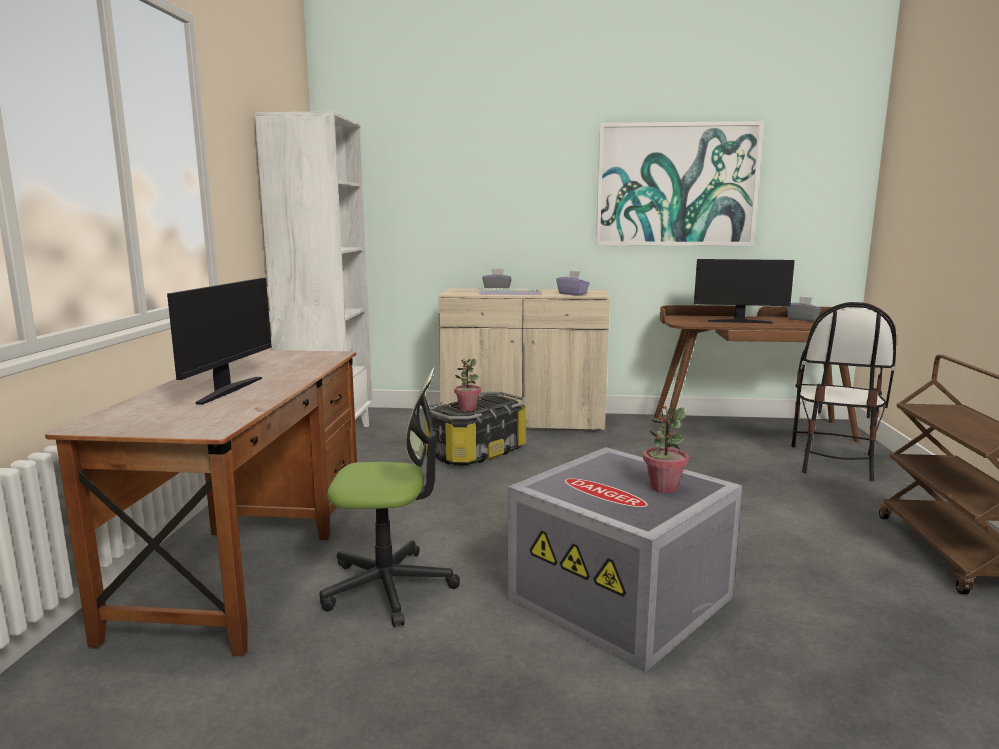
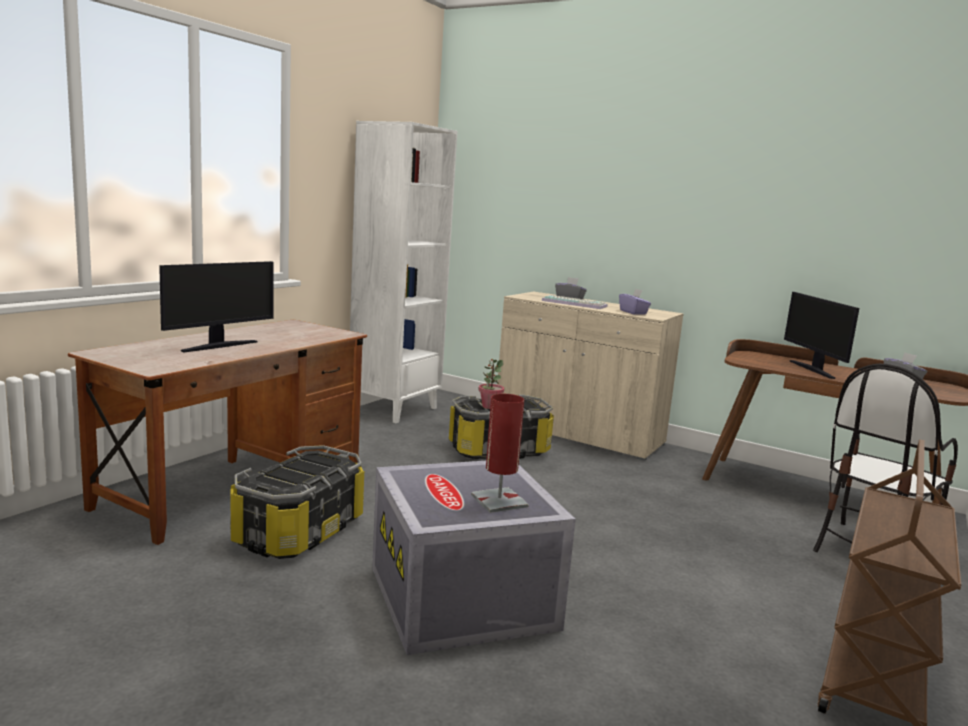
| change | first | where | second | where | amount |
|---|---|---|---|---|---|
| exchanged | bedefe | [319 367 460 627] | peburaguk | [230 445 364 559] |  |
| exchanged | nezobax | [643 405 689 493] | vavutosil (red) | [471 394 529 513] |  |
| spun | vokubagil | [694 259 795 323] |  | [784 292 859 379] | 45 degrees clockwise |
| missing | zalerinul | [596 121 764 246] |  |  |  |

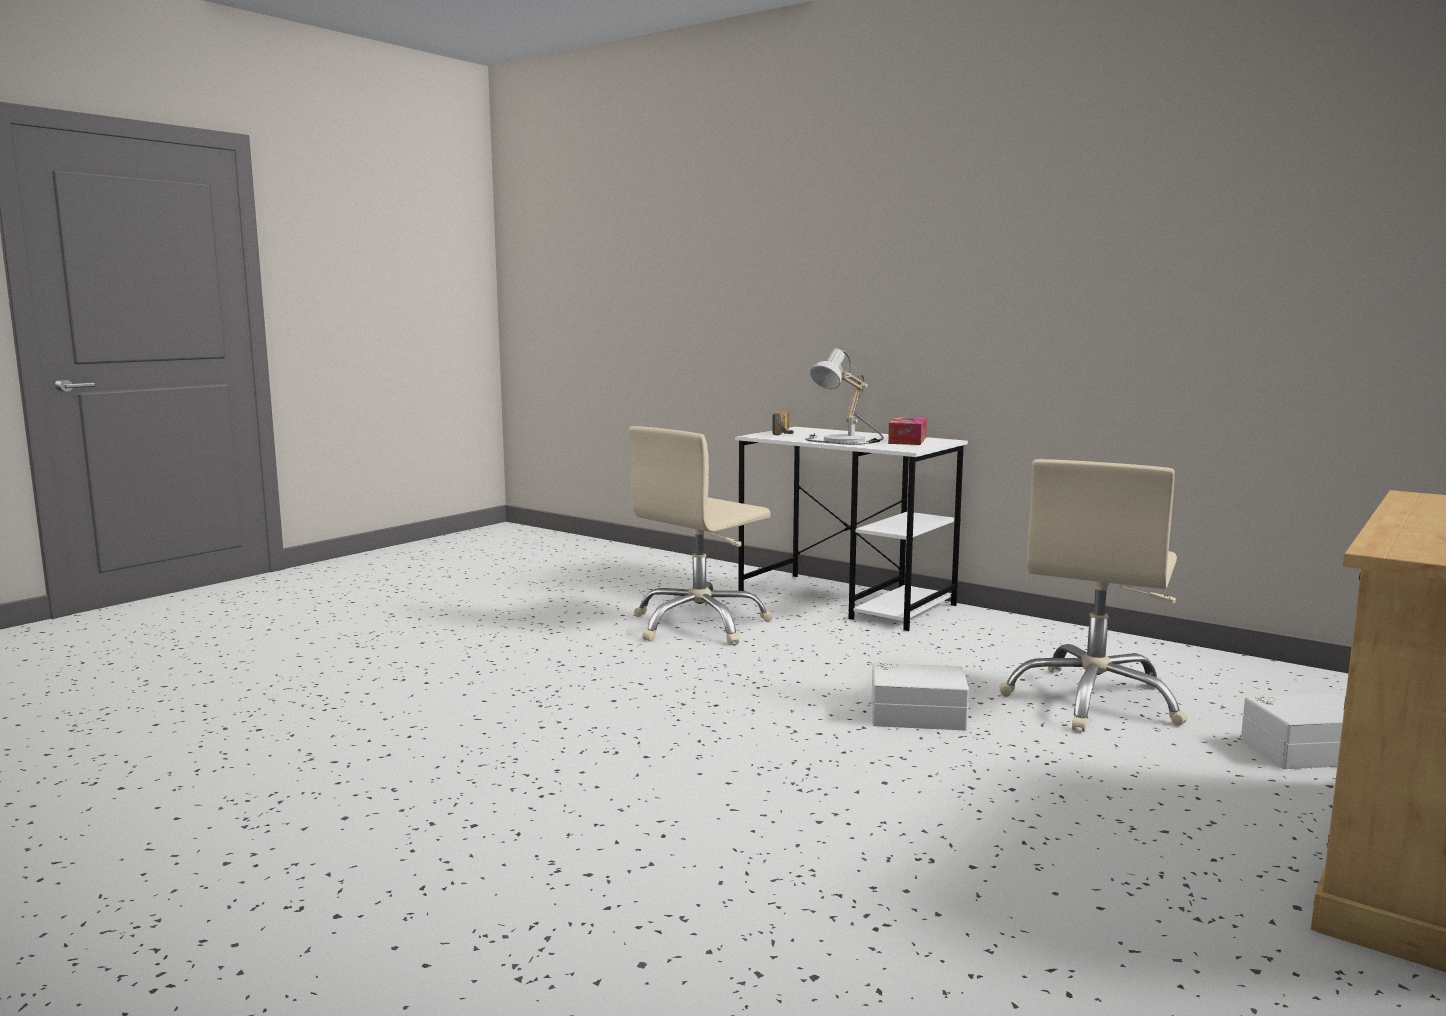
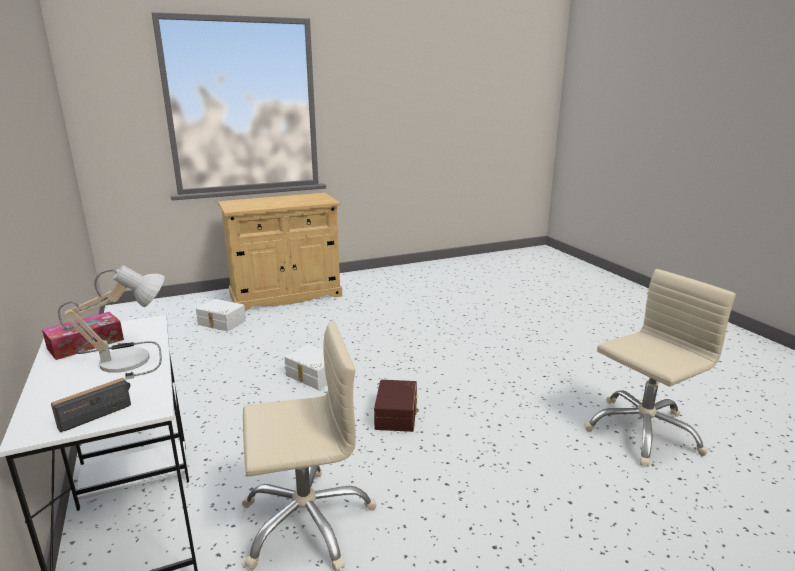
| change | first | where | second | where | amount |
|---|---|---|---|---|---|
| appeared |  |  | peburaguk (brown) | [374 380 419 432] |  |
| relocated | bedefe (beige) | [999 459 1188 732] |  | [584 269 736 467] |  |

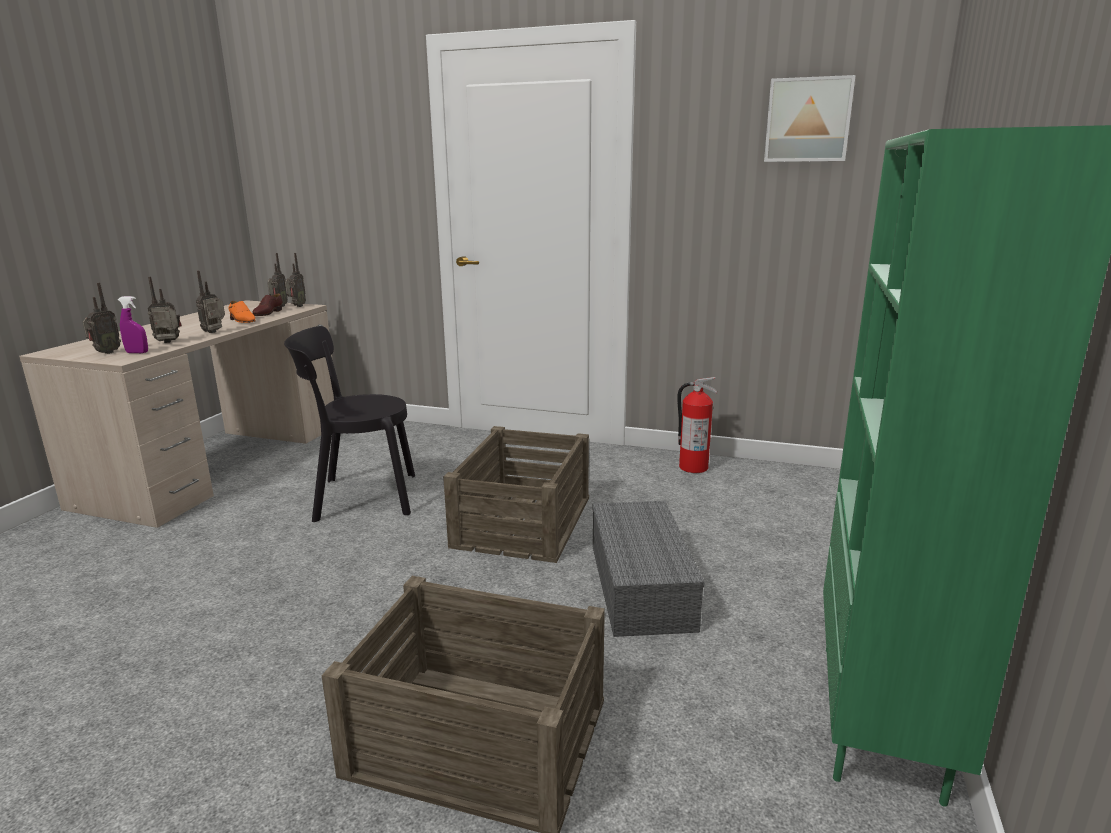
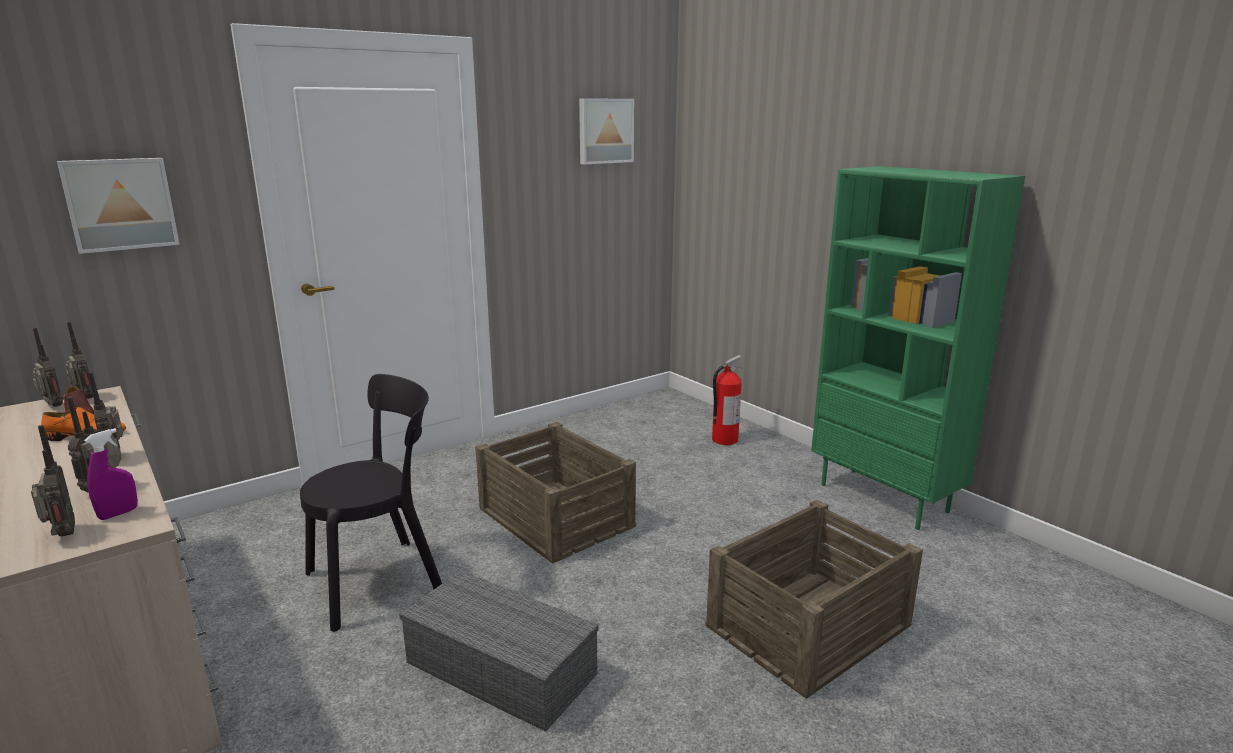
| change | first | where | second | where | amount |
|---|---|---|---|---|---|
| appeared |  |  | zalerinul | [57 158 180 254] |  |
| spun | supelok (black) | [284 326 415 522] |  | [300 374 442 632] | 150 degrees counterclockwise |
| relocated | peburaguk (grey) | [592 501 705 637] |  | [399 570 599 732] |  |
| relocated | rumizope | [677 377 717 473] |  | [712 355 743 445] |  |

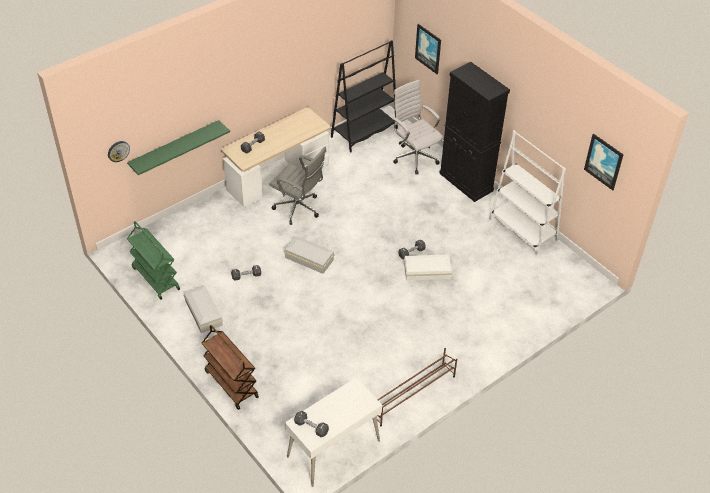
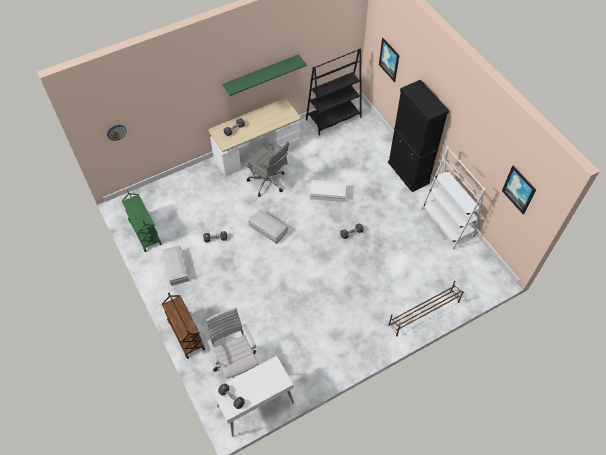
| change | first | where | second | where | amount |
|---|---|---|---|---|---|
| relocated | bedefe (white) | [392 80 443 175] |  | [206 307 258 379] |  |
| relocated | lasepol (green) | [127 120 230 175] |  | [222 54 307 96] |  |
| relocated | peburaguk (white) | [404 255 452 281] |  | [310 180 346 202] |  |
| relocated | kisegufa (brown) | [377 348 457 426] |  | [389 281 464 336] |  |

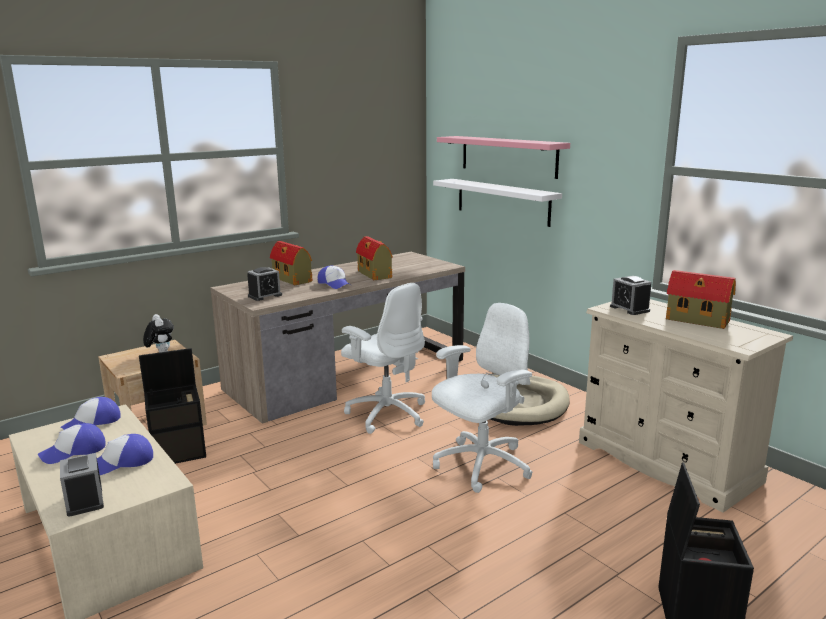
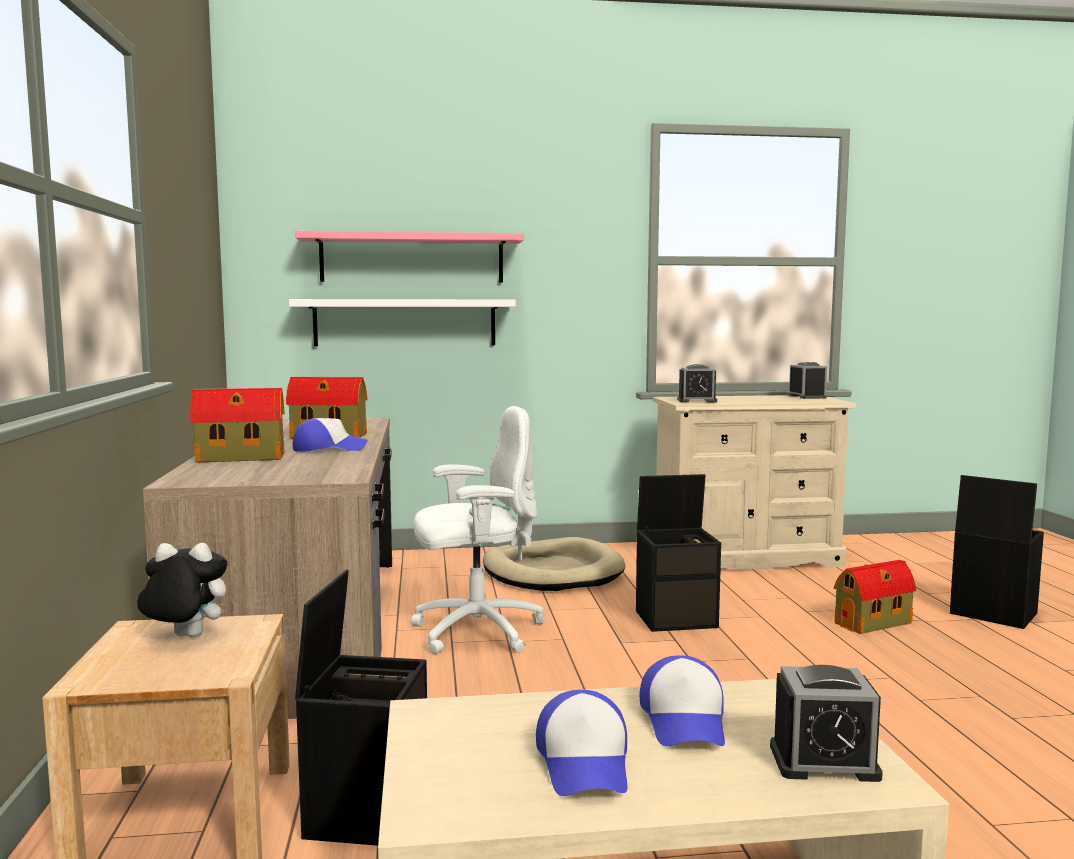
| change | first | where | second | where | amount |
|---|---|---|---|---|---|
| exchanged | bedefe (white) | [432 303 533 493] | peburaguk (black) | [636 474 721 632] |  |
| relocated | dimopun | [247 267 282 301] |  | [788 362 827 399] |  |
| relocated | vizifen | [666 270 736 329] |  | [834 560 916 634] |  |
| missing | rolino | [61 397 121 430] |  |  |  |

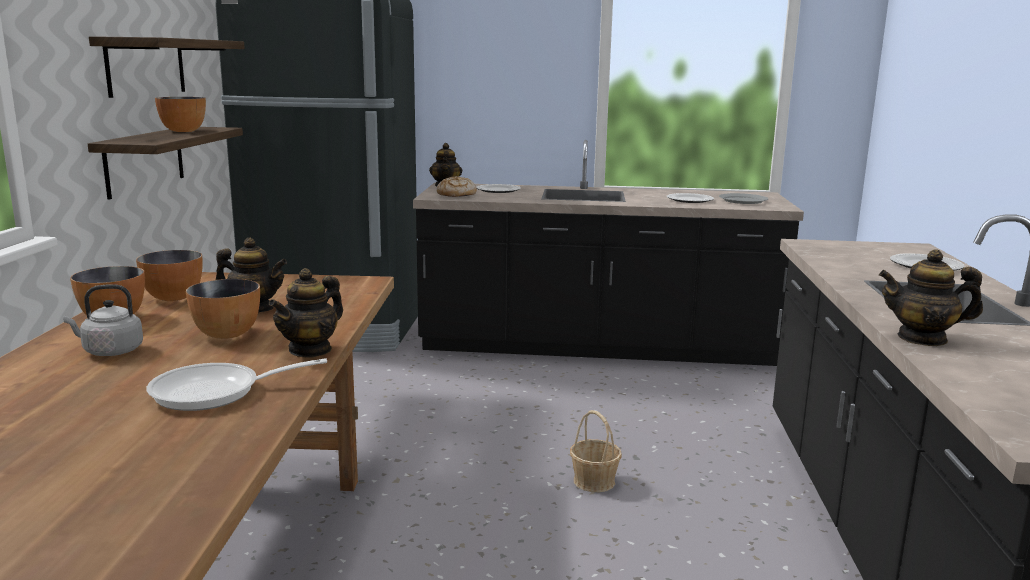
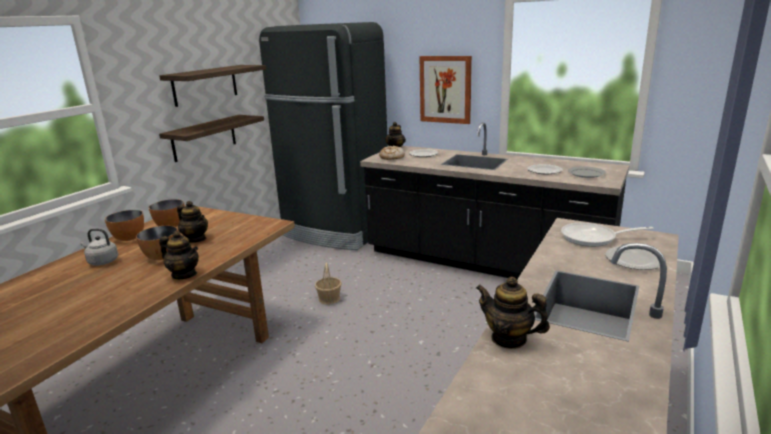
| change | first | where | second | where | amount |
|---|---|---|---|---|---|
| spun | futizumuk | [269 268 343 358] |  | [159 231 199 279] | 120 degrees counterclockwise |
| relocated | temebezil | [570 410 622 492] |  | [315 262 342 305] |  |
| appeared |  |  | zalerinul | [420 56 472 124] |  |
| relocated | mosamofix | [147 358 327 411] |  | [561 223 654 247] |  |
| missing | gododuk | [155 97 206 132] |  |  |  |

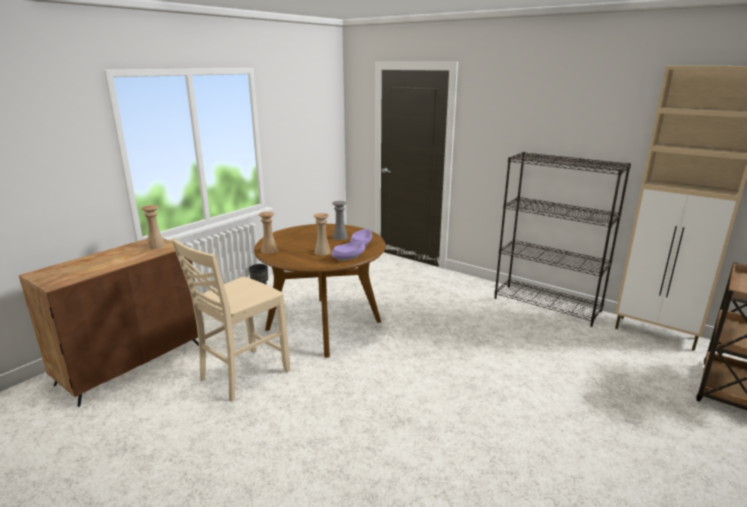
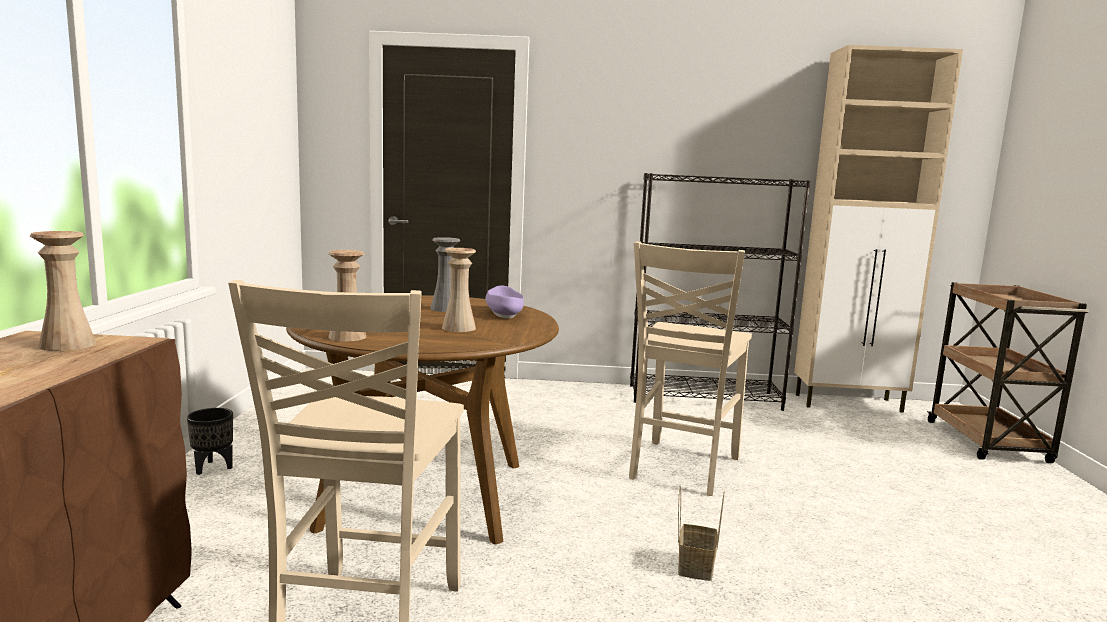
| change | first | where | second | where | amount |
|---|---|---|---|---|---|
| appeared |  |  | supelok (beige) | [629 241 752 496] |  |
| appeared |  |  | temebezil | [678 485 725 581] |  |
| missing | gododuk (purple) | [331 242 365 261] |  |  |  |

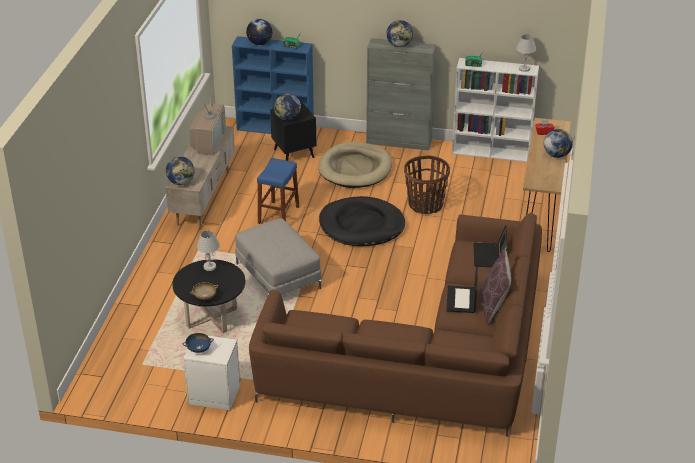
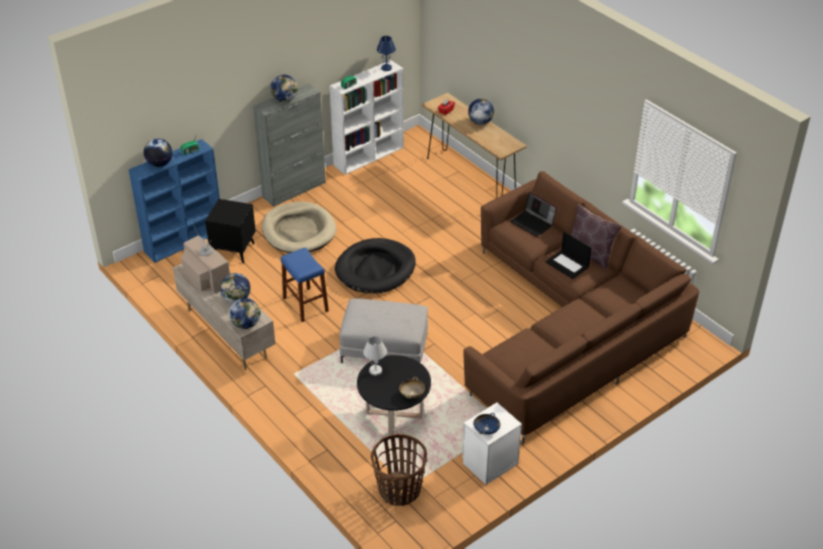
| change | first | where | second | where | amount |
|---|---|---|---|---|---|
| relocated | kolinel | [274 94 301 120] |  | [220 273 251 303] |  |
| relocated | temebezil | [404 155 450 214] |  | [371 434 427 506] |  |
| colour | vavutosil (white) | [516 34 536 72] | vavutosil (blue) | [377 36 396 71] |  |

